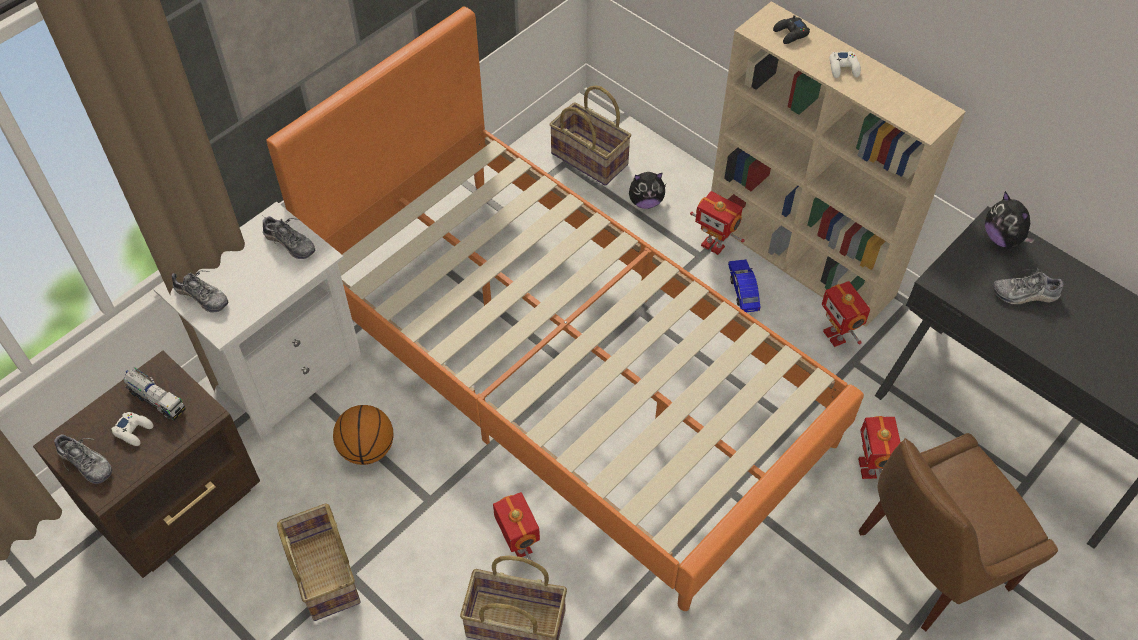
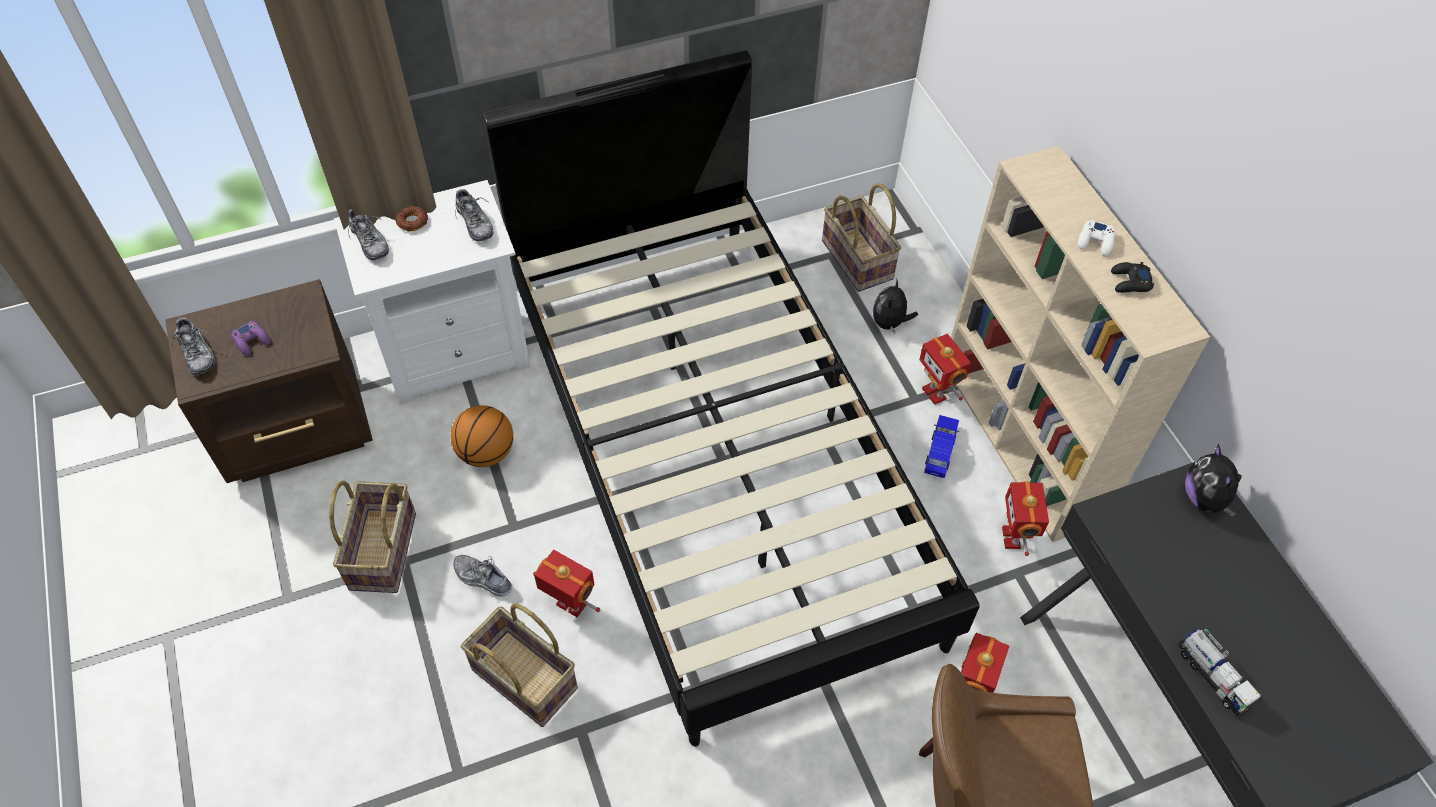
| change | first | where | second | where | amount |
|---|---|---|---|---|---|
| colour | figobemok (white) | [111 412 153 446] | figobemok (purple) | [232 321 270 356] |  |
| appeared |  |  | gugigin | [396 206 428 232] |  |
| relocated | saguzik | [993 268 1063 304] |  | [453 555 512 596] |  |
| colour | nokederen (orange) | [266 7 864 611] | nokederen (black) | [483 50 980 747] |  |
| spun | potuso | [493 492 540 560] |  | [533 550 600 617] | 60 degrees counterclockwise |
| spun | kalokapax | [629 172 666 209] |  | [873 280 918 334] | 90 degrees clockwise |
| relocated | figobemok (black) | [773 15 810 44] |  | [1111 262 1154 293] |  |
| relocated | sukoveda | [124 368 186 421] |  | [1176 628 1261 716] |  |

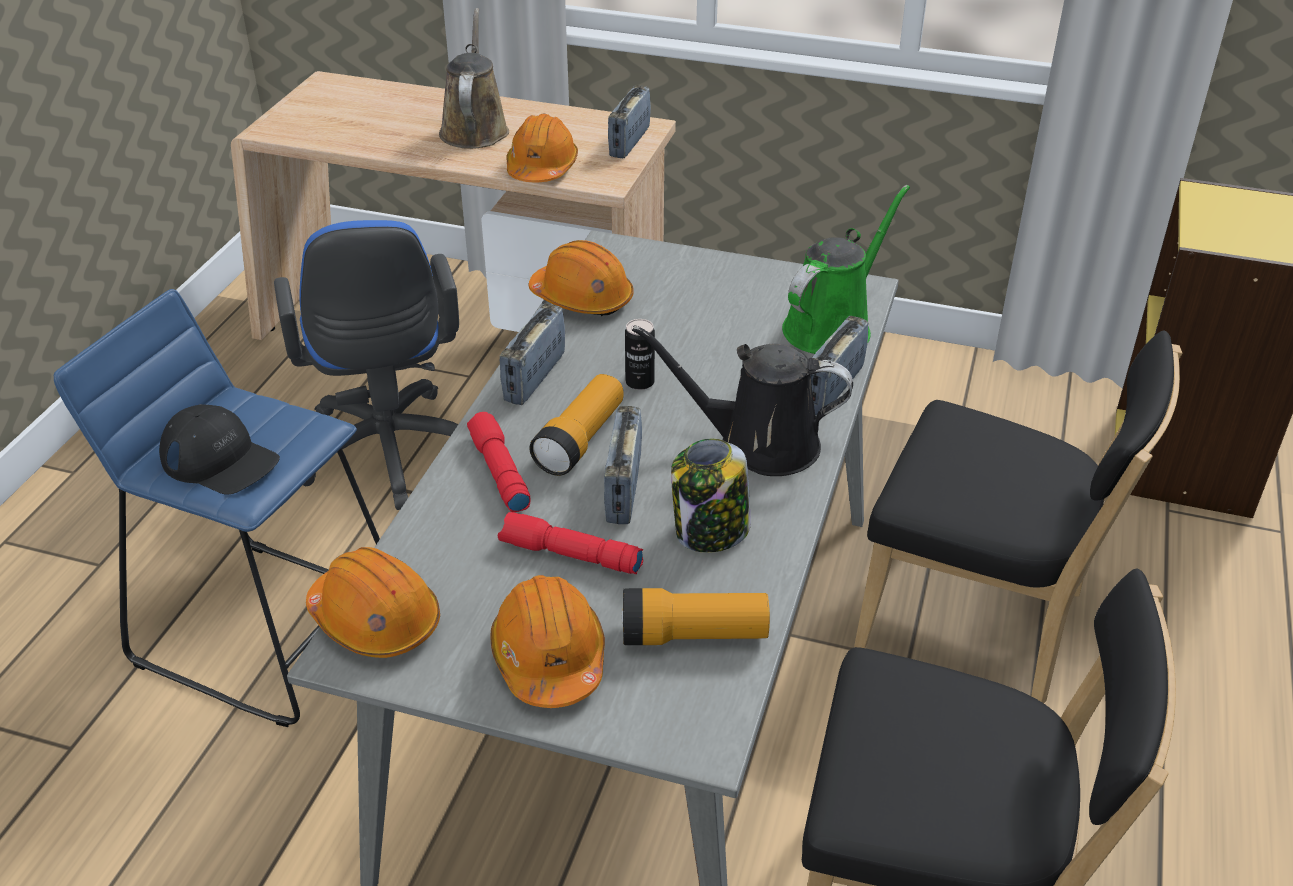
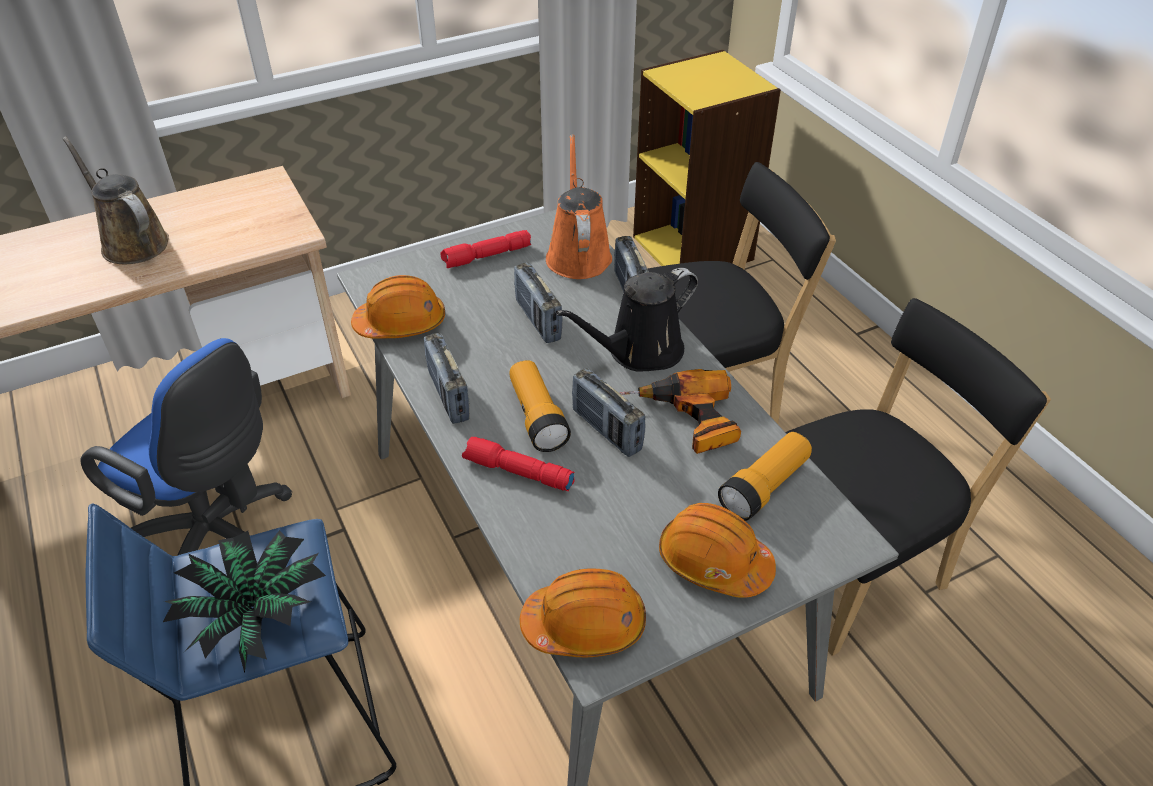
| change | first | where | second | where | amount |
|---|---|---|---|---|---|
| exchanged | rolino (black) | [159 404 280 495] | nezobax | [163 530 326 673] |  |
| relocated | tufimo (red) | [498 512 643 575] |  | [440 230 531 268] |  |
| relocated | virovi | [608 85 651 158] |  | [514 262 563 343] |  |
| colour | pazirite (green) | [782 185 910 354] | pazirite (orange) | [546 134 612 279] |  |
| exchanged | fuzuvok | [671 438 751 553] | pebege | [619 369 741 454] |  |
| missing | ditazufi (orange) | [506 114 578 183] |  |  |  |
| missing | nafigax | [625 319 655 390] |  |  |  |

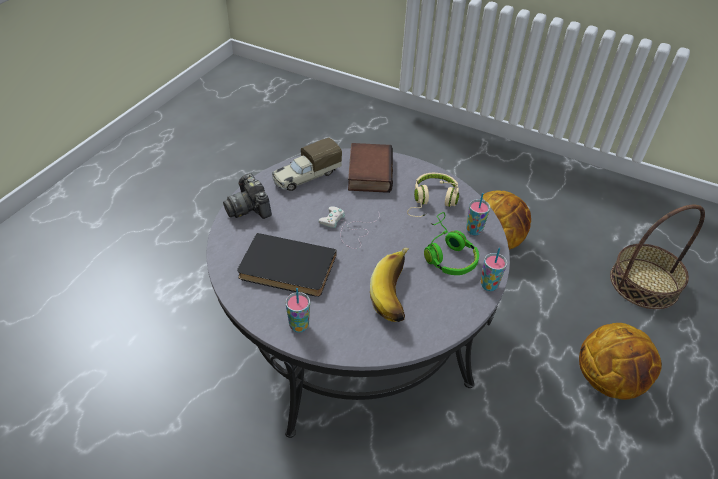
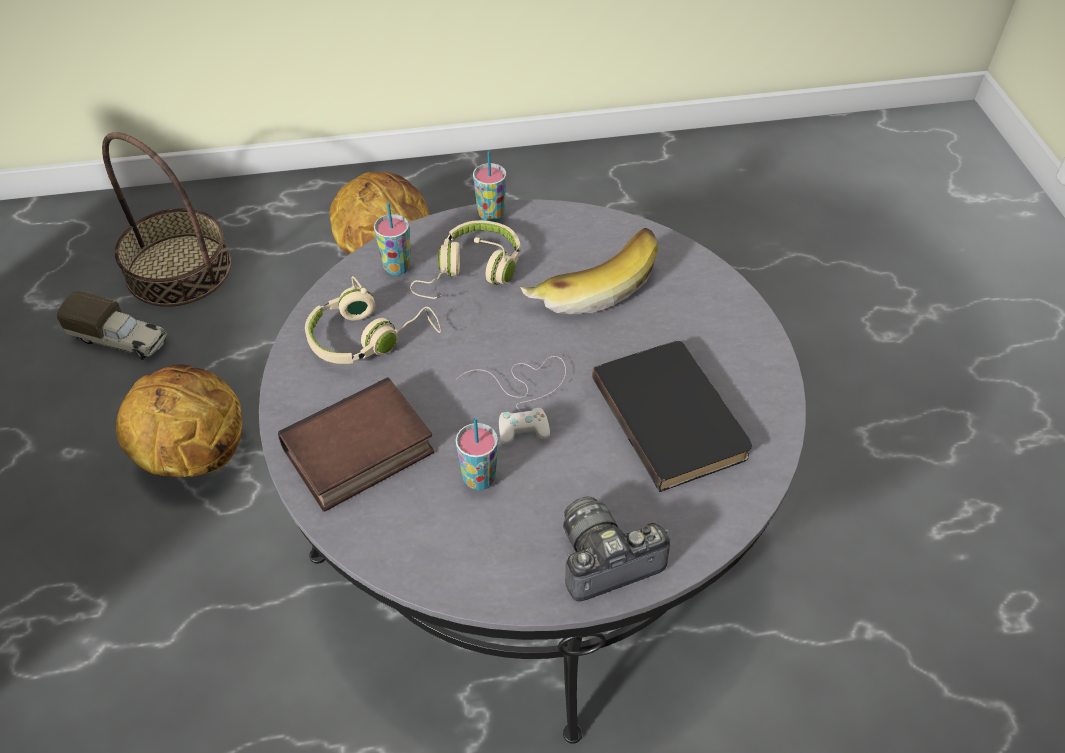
| change | first | where | second | where | amount |
|---|---|---|---|---|---|
| relocated | sukoveda | [272 138 342 191] |  | [56 291 167 360] |  |
| colour | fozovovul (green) | [424 212 479 275] | fozovovul (beige) | [410 220 520 299] |  |
| relocated | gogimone | [285 288 310 333] |  | [456 417 498 490] |  |
| spun | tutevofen | [223 173 272 219] |  | [563 497 670 602] | 135 degrees counterclockwise |

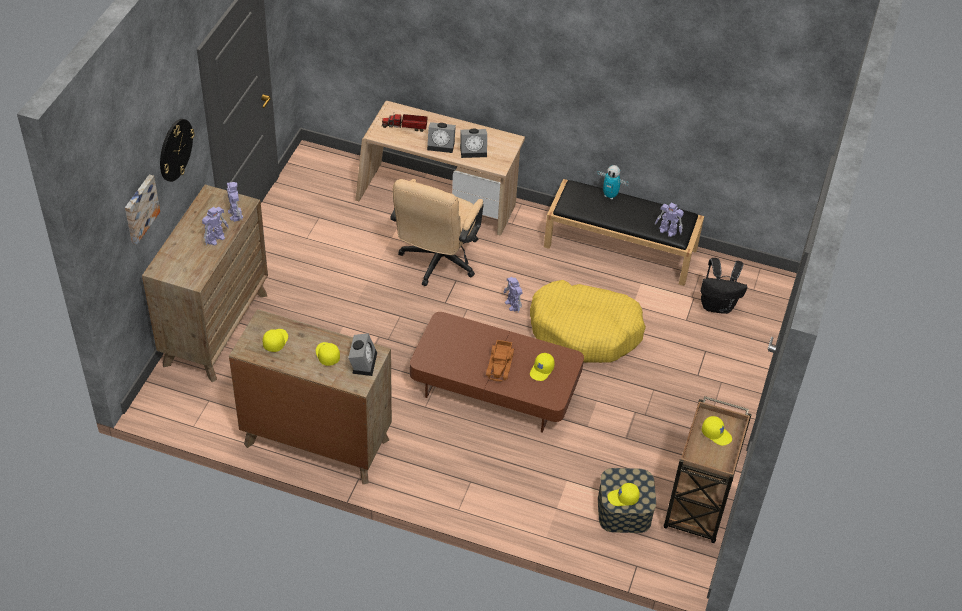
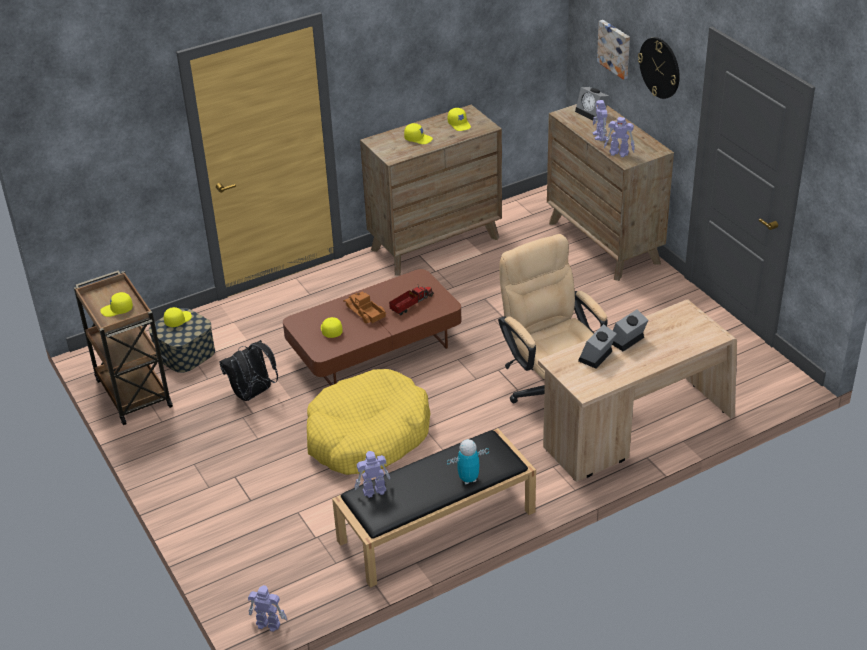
| change | first | where | second | where | amount |
|---|---|---|---|---|---|
| relocated | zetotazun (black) | [700 258 747 314] |  | [219 340 278 401] |  |
| relocated | potuso | [503 277 522 313] |  | [248 585 287 632] |  |
| relocated | sukoveda | [382 114 427 132] |  | [389 286 434 315] |  |
| relocated | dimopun | [348 333 377 376] |  | [575 87 609 120] |  |

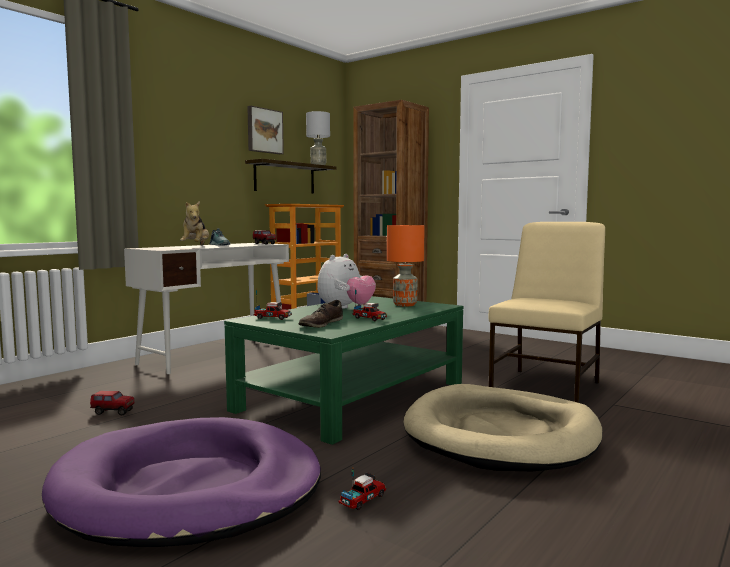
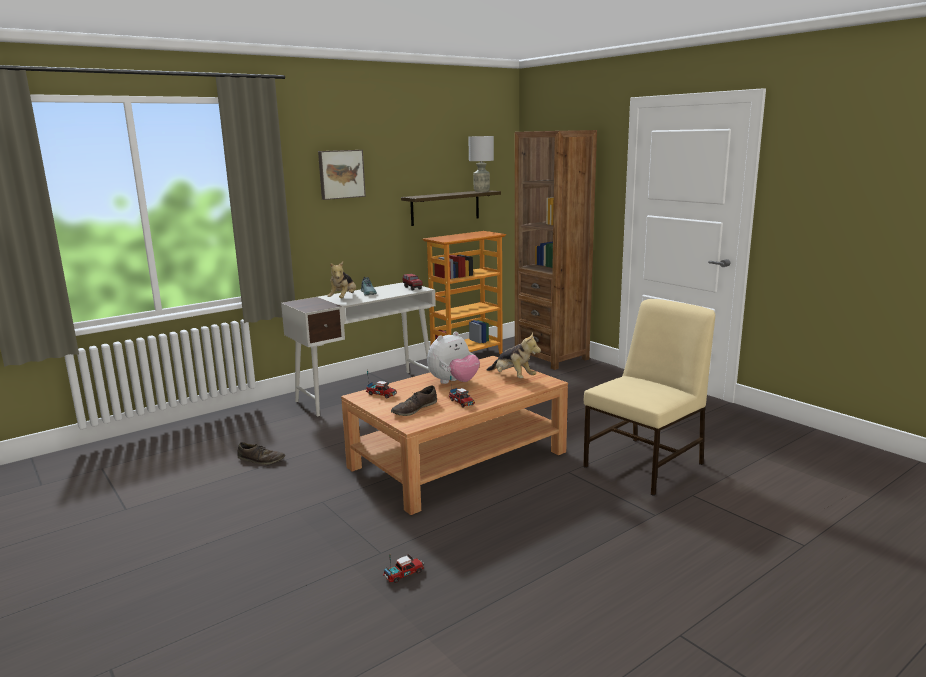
| change | first | where | second | where | amount |
|---|---|---|---|---|---|
| exchanged | sukoveda | [90 391 134 415] | saguzik (brown) | [237 442 285 465] |  |
| relocated | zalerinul | [247 106 284 154] |  | [318 150 366 200] |  |
| colour | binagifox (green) | [224 296 463 445] | binagifox (brown) | [341 356 568 515] |  |
| exchanged | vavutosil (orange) | [387 225 425 306] | kalokapax | [487 333 541 378] |  |
| missing | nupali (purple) | [42 417 321 547] |  |  |  |
| missing | nupali (beige) | [404 384 603 471] |  |  |  |

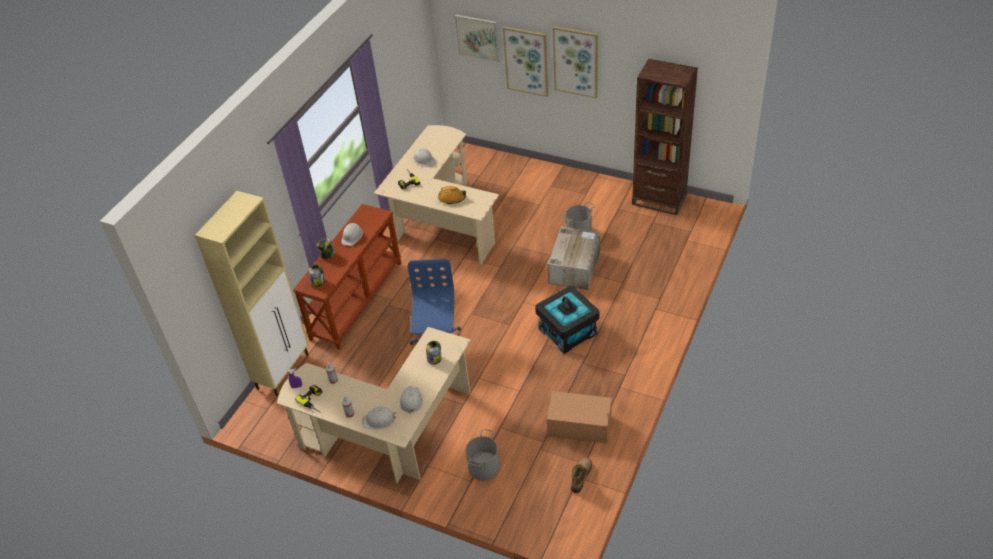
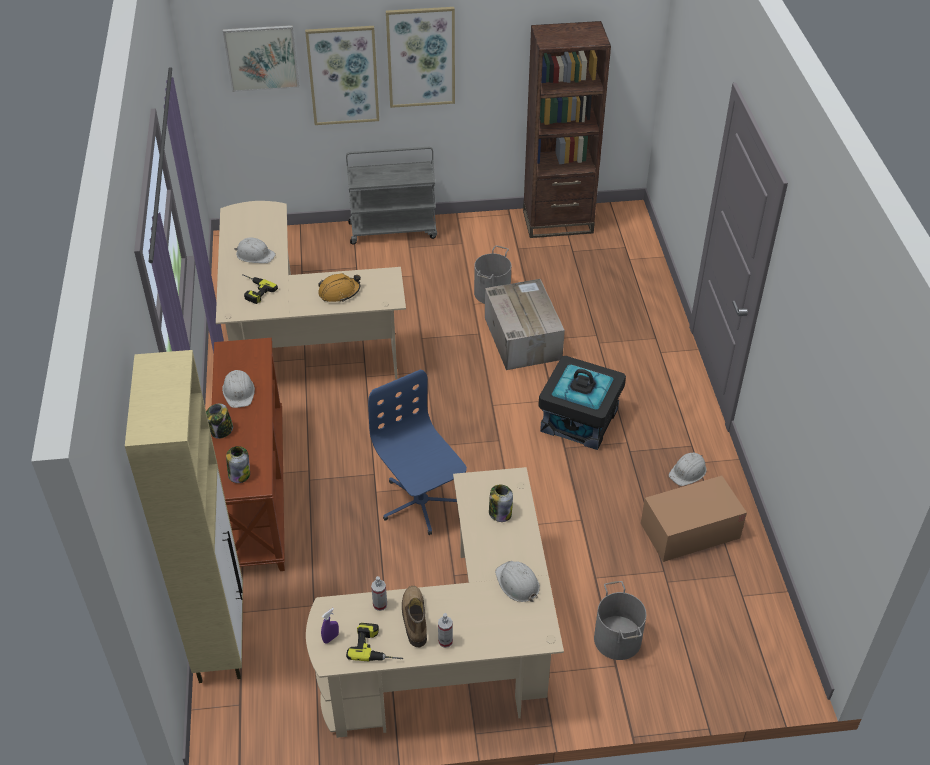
| change | first | where | second | where | amount |
|---|---|---|---|---|---|
| appeared |  |  | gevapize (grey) | [346 147 437 245] |  |
| relocated | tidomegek | [571 457 592 493] |  | [402 586 427 648] |  |
| relocated | ditazufi (white) | [362 407 397 429] |  | [669 453 706 486] |  |

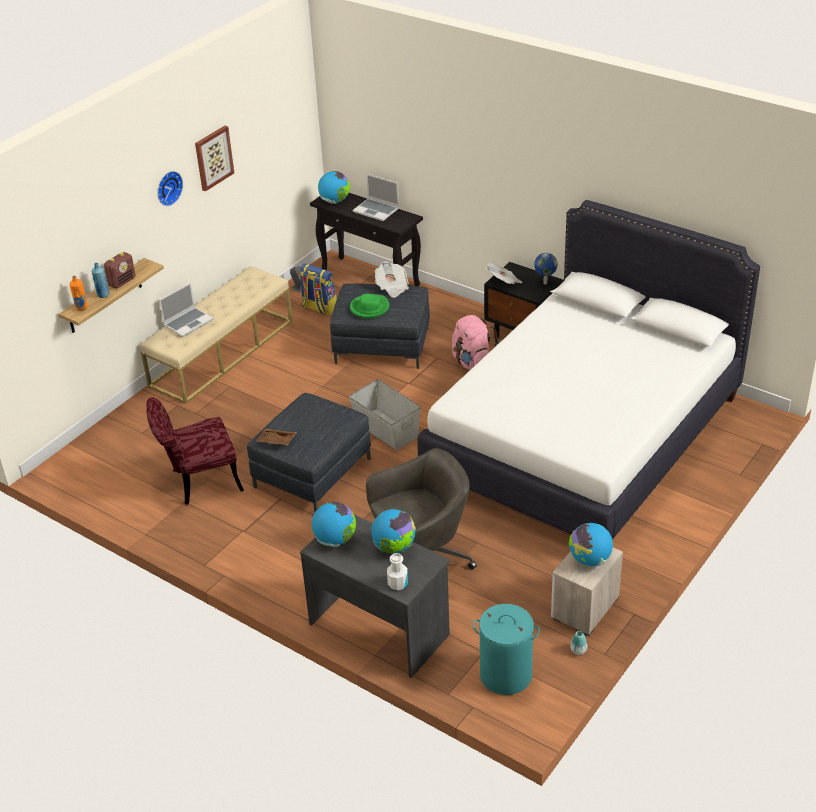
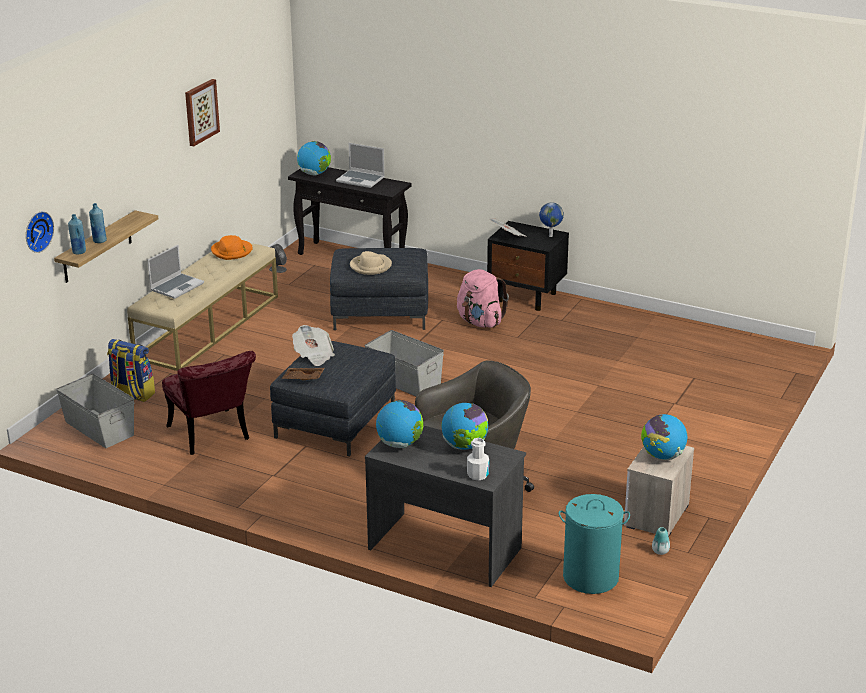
| change | first | where | second | where | amount |
|---|---|---|---|---|---|
| relocated | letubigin | [157 171 183 206] |  | [26 211 54 253] |  |
| appeared |  |  | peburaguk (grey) | [56 374 135 448] |  |
| colour | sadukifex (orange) | [69 276 88 311] | sadukifex (blue) | [68 214 86 255] |  |
| relocated | zetotazun | [300 263 337 316] |  | [107 339 155 402] |  |
| spun | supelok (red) | [146 397 244 505] |  | [162 351 256 455] | 90 degrees counterclockwise |
| appeared |  |  | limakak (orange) | [211 235 253 260] |  |
| relocated | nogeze | [375 261 409 298] |  | [292 325 335 366] |  |
| colour | limakak (green) | [350 294 389 318] | limakak (beige) | [350 251 392 275] |  |
| missing | virovi | [104 252 136 289] |  |  |  |
| missing | nokederen (white) | [417 200 760 540] |  |  |  |

